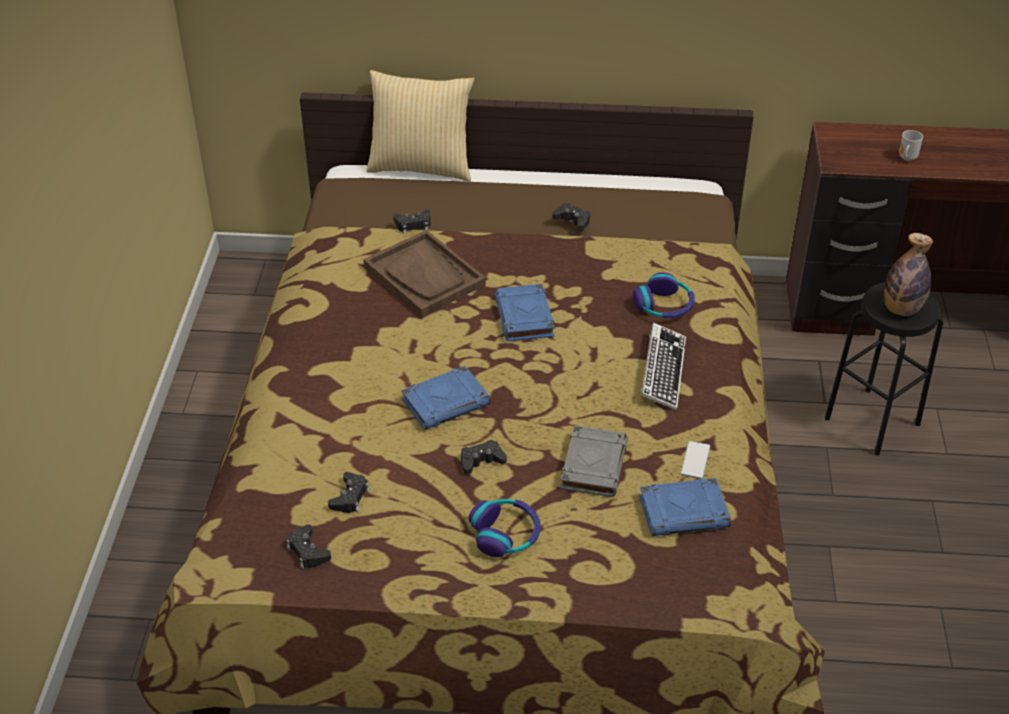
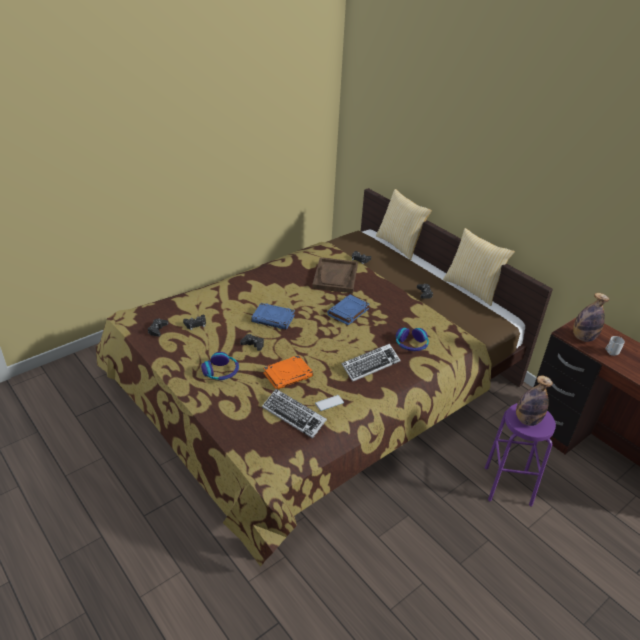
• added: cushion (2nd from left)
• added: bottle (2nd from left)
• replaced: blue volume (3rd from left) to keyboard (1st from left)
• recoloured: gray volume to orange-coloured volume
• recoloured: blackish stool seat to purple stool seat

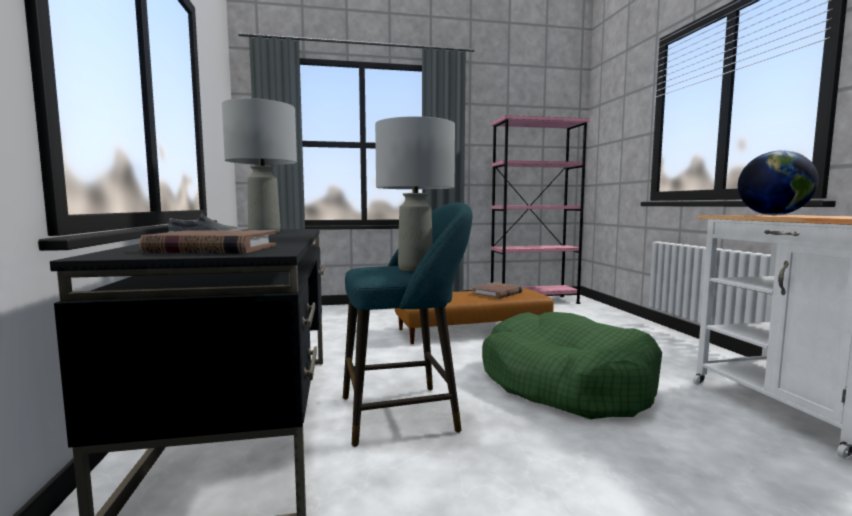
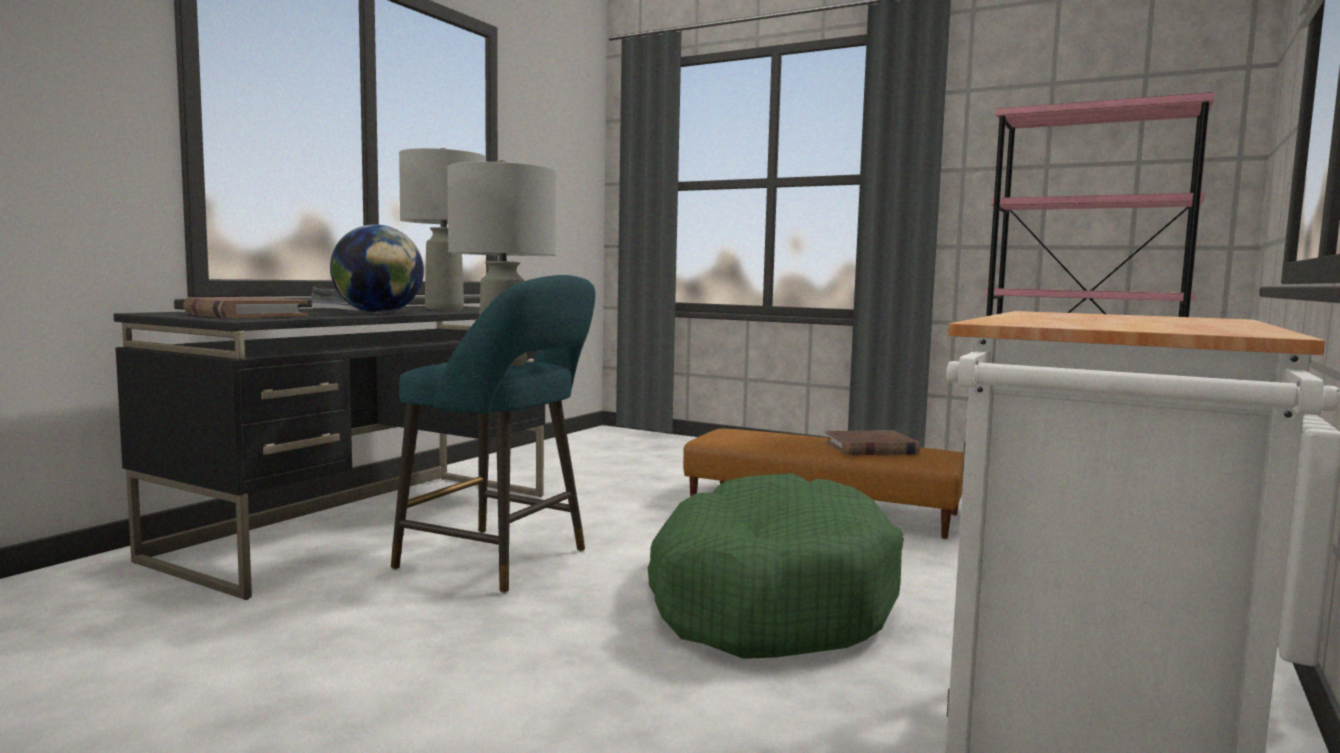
• moved: globe

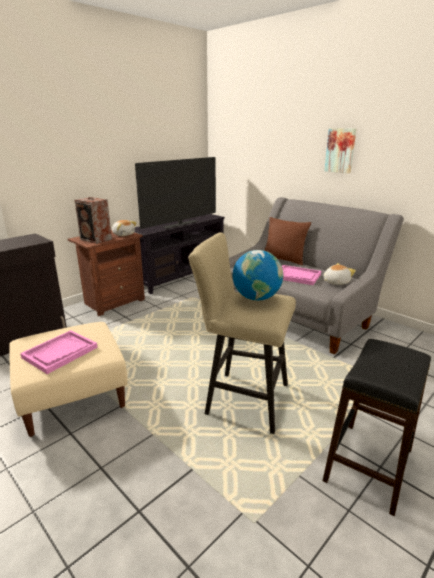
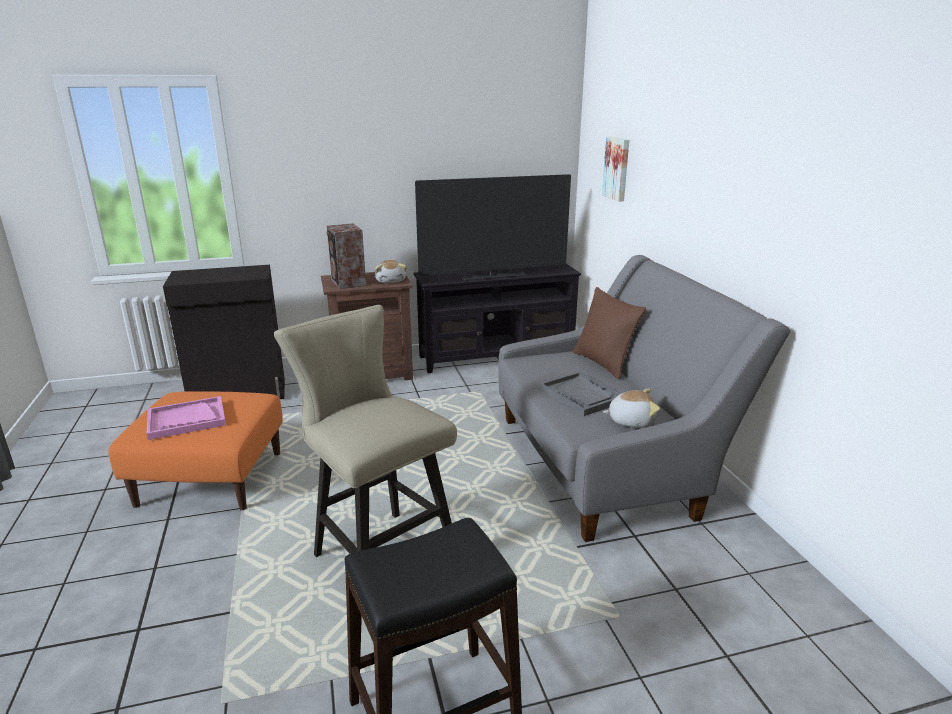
• removed: globe
• moved: wall picture
• recoloured: beige ottoman to orange-coloured ottoman
• recoloured: pinkish serving tray (2nd from left) to gray serving tray

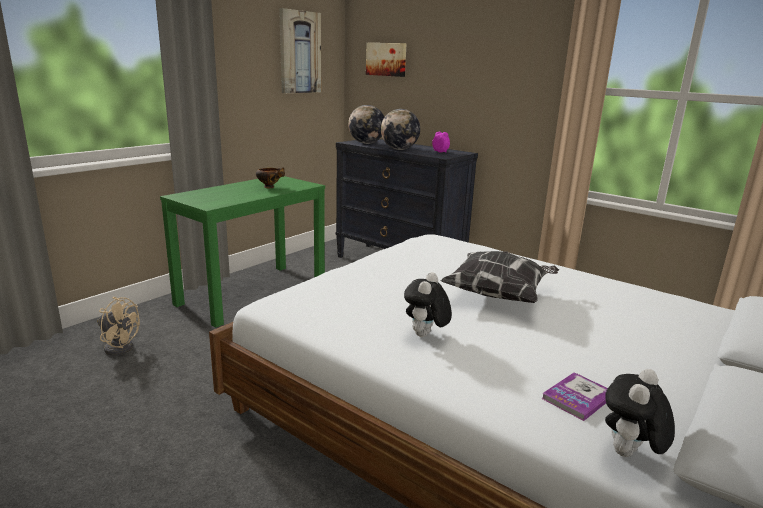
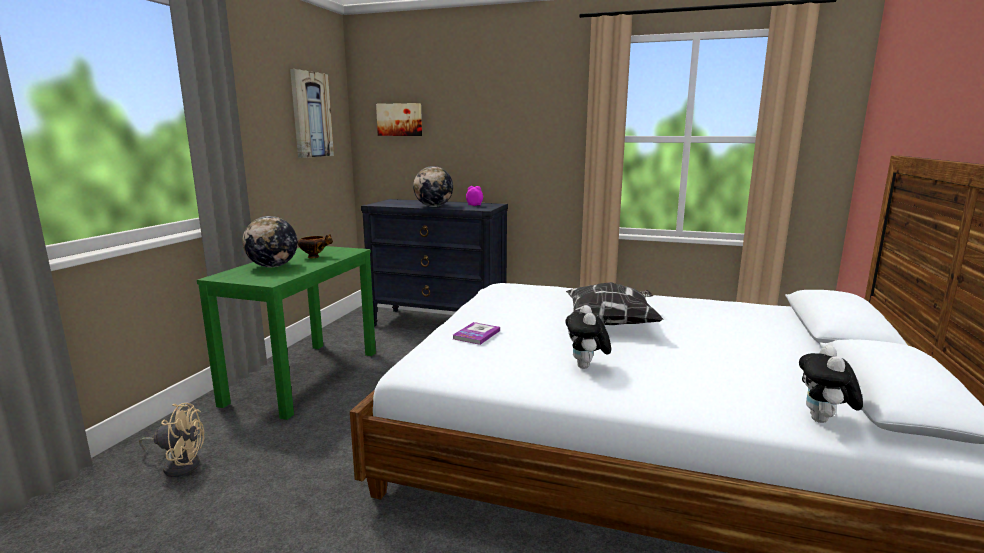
• moved: globe (1st from left)
• moved: volume

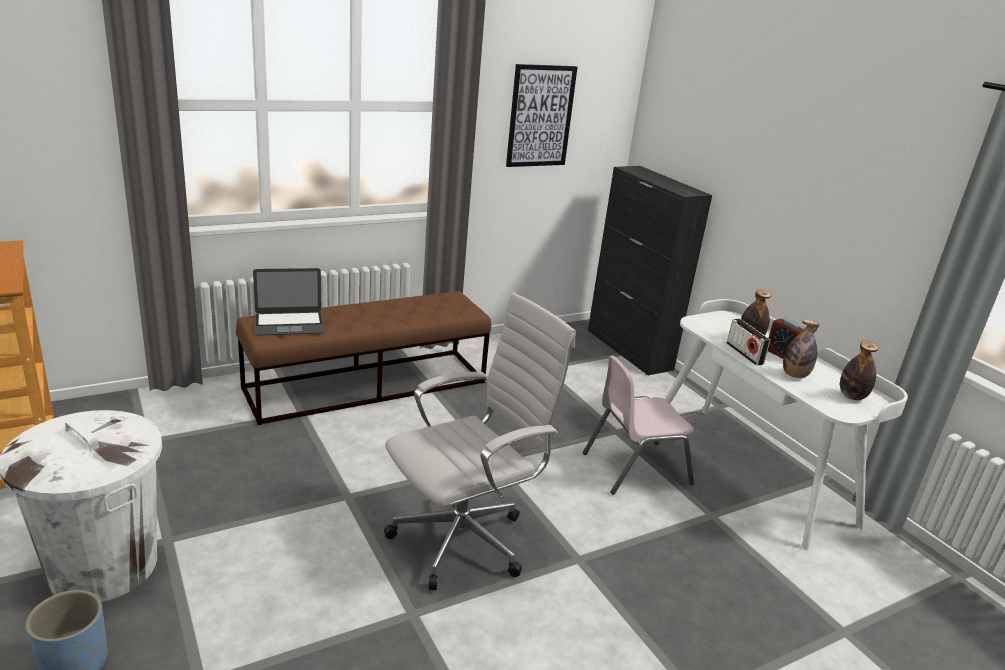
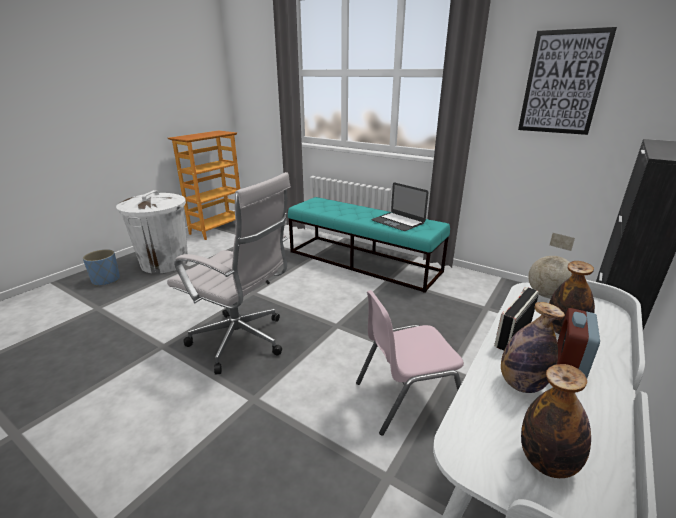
• added: globe
• moved: laptop
• recoloured: brown-coloured bench to turquoise bench
• turned: pinkish chair 60 degrees counterclockwise

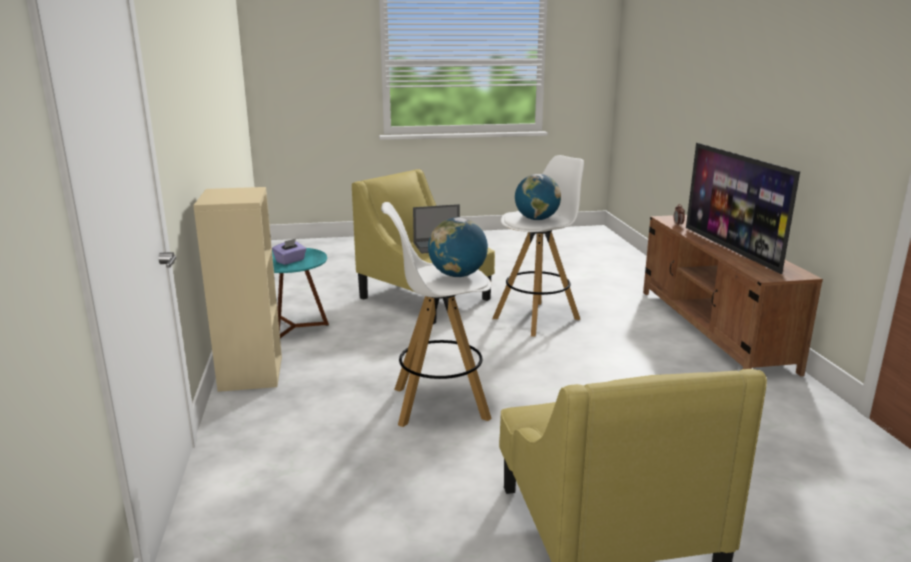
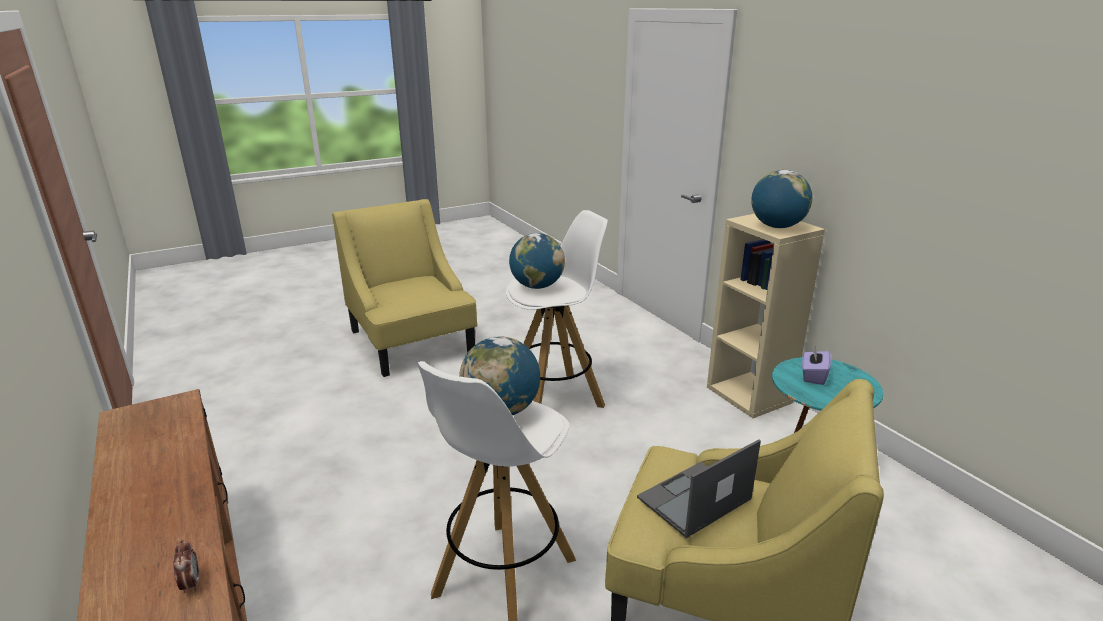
• removed: TV
• added: globe (3rd from left)

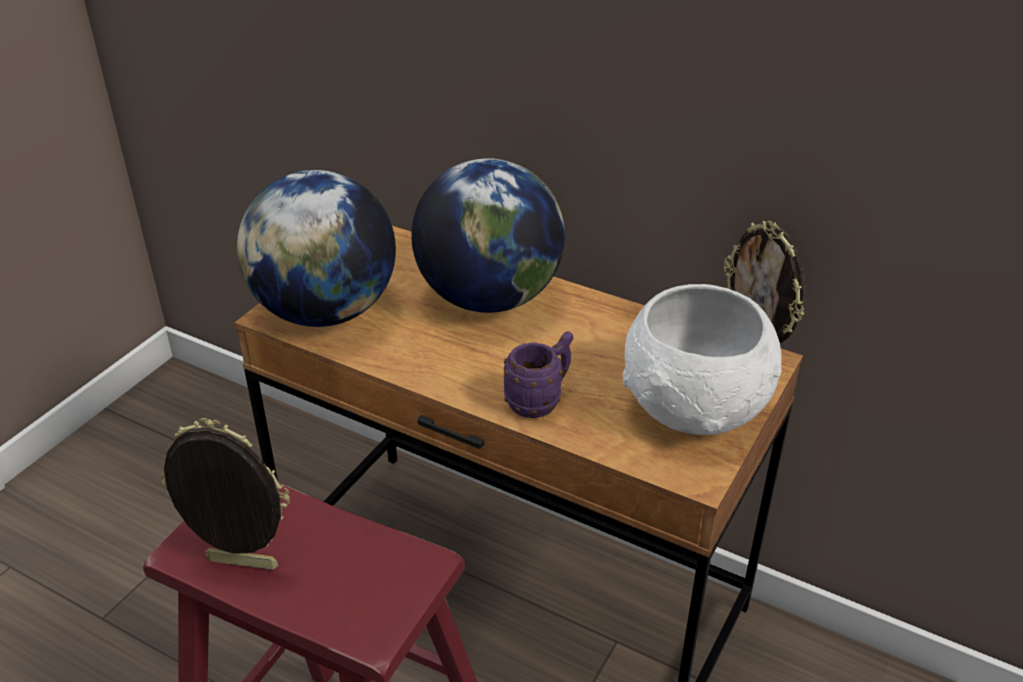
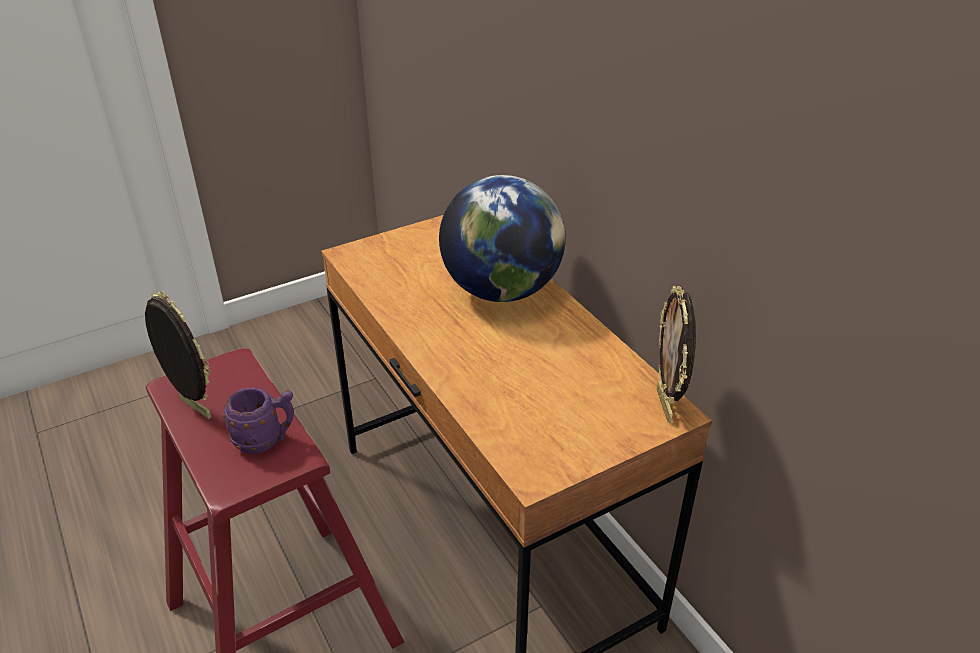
• removed: globe (1st from left)
• removed: whitish serving bowl
• moved: purple tea mug

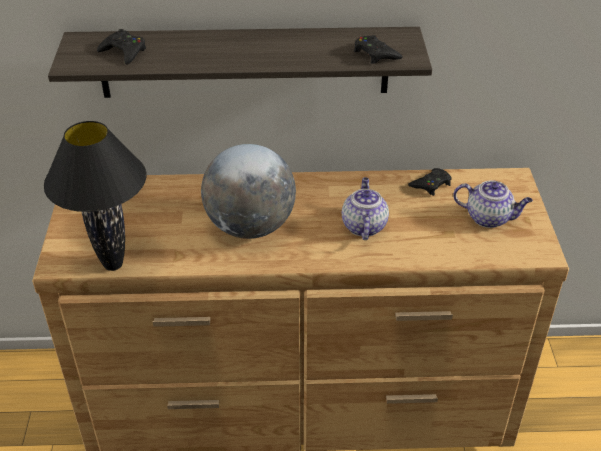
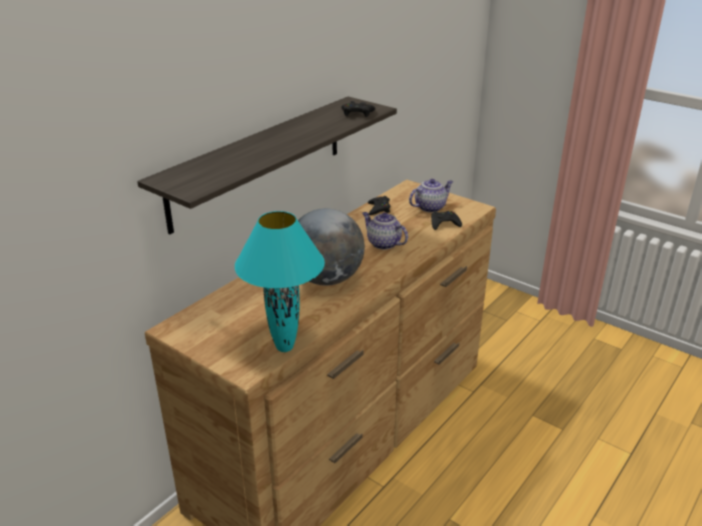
• moved: blackish joypad (1st from left in the first image) to blackish joypad (3rd from left)
• recoloured: blackish table lamp to turquoise table lamp

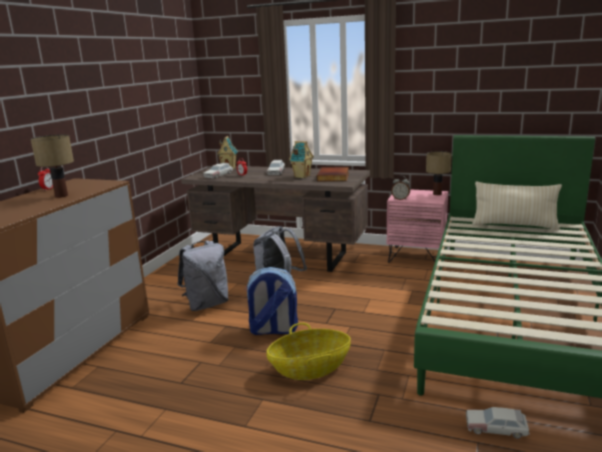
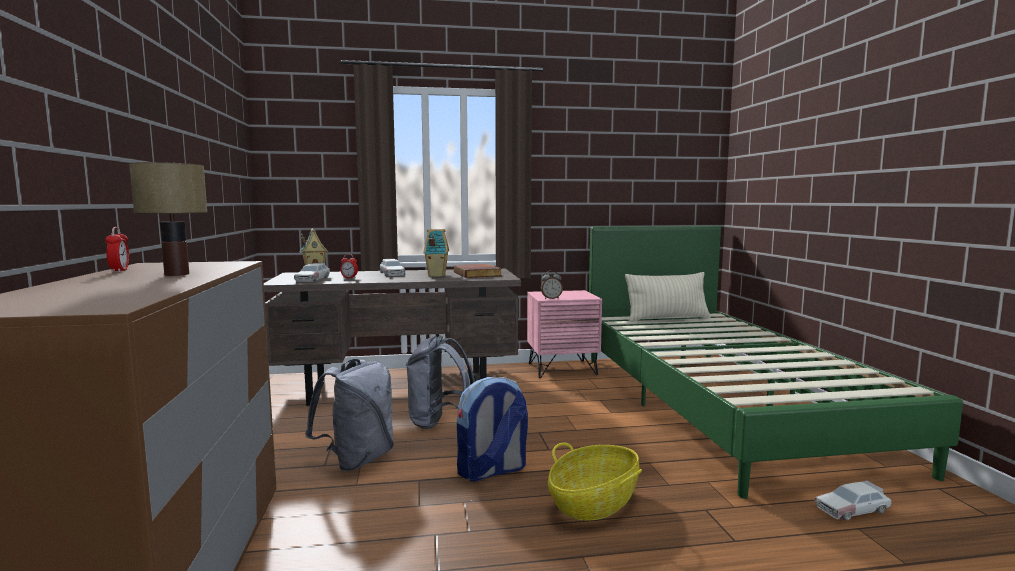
• removed: table lamp (2nd from left)

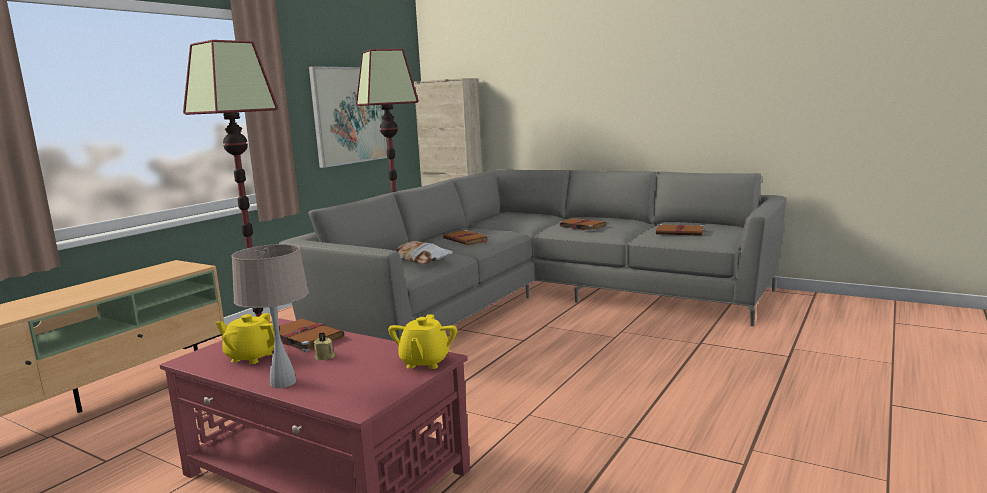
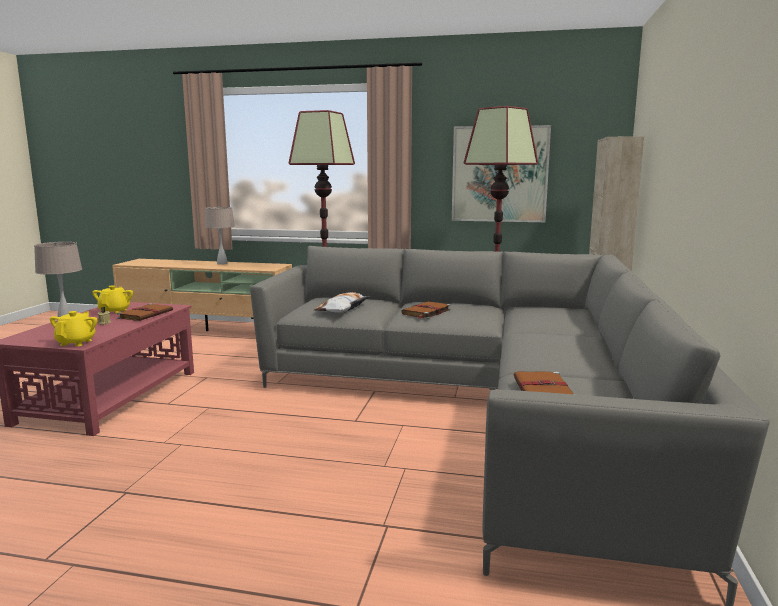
• removed: brown-coloured volume (3rd from left)
• added: beige table lamp (2nd from left)
• turned: yellowish teapot (2nd from left in the first image) 105 degrees clockwise

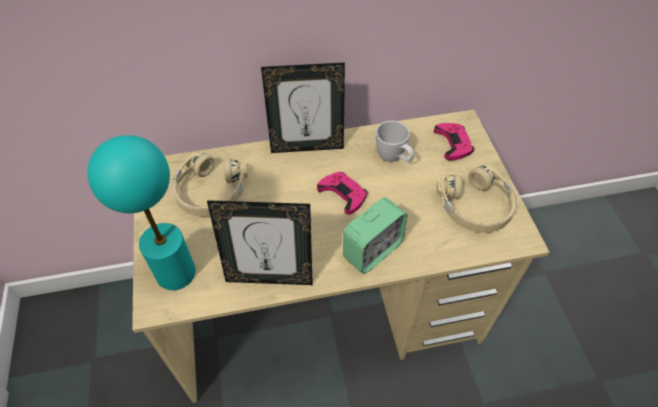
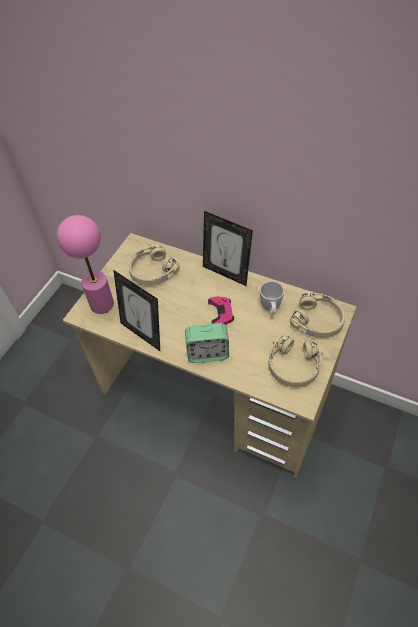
• replaced: pinkish joypad (2nd from left) to beige headset (3rd from left)
• recoloured: turquoise table lamp to pinkish table lamp

